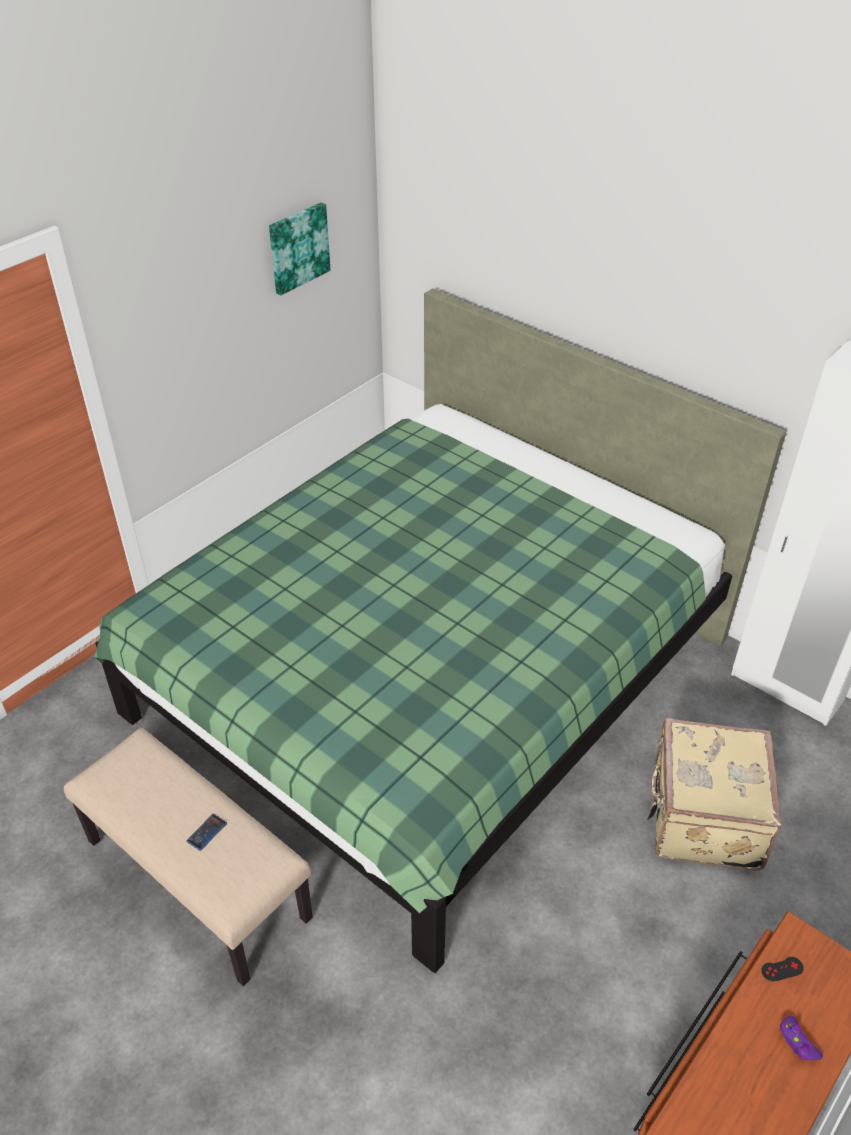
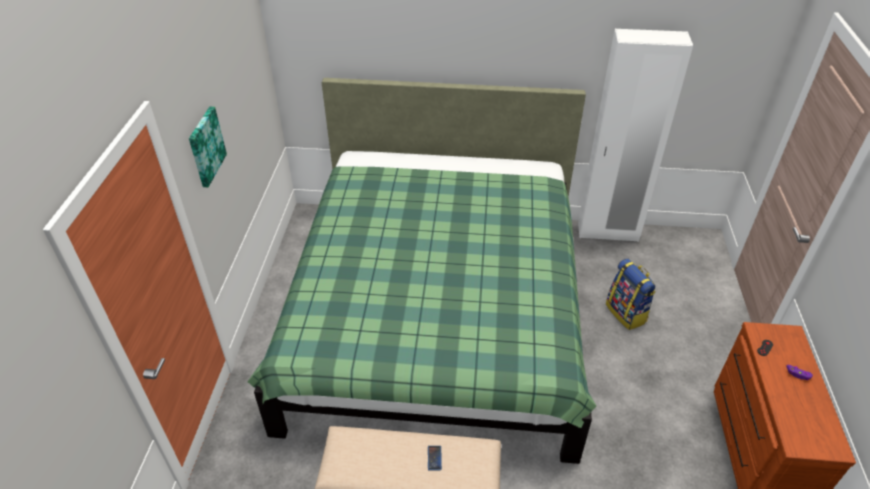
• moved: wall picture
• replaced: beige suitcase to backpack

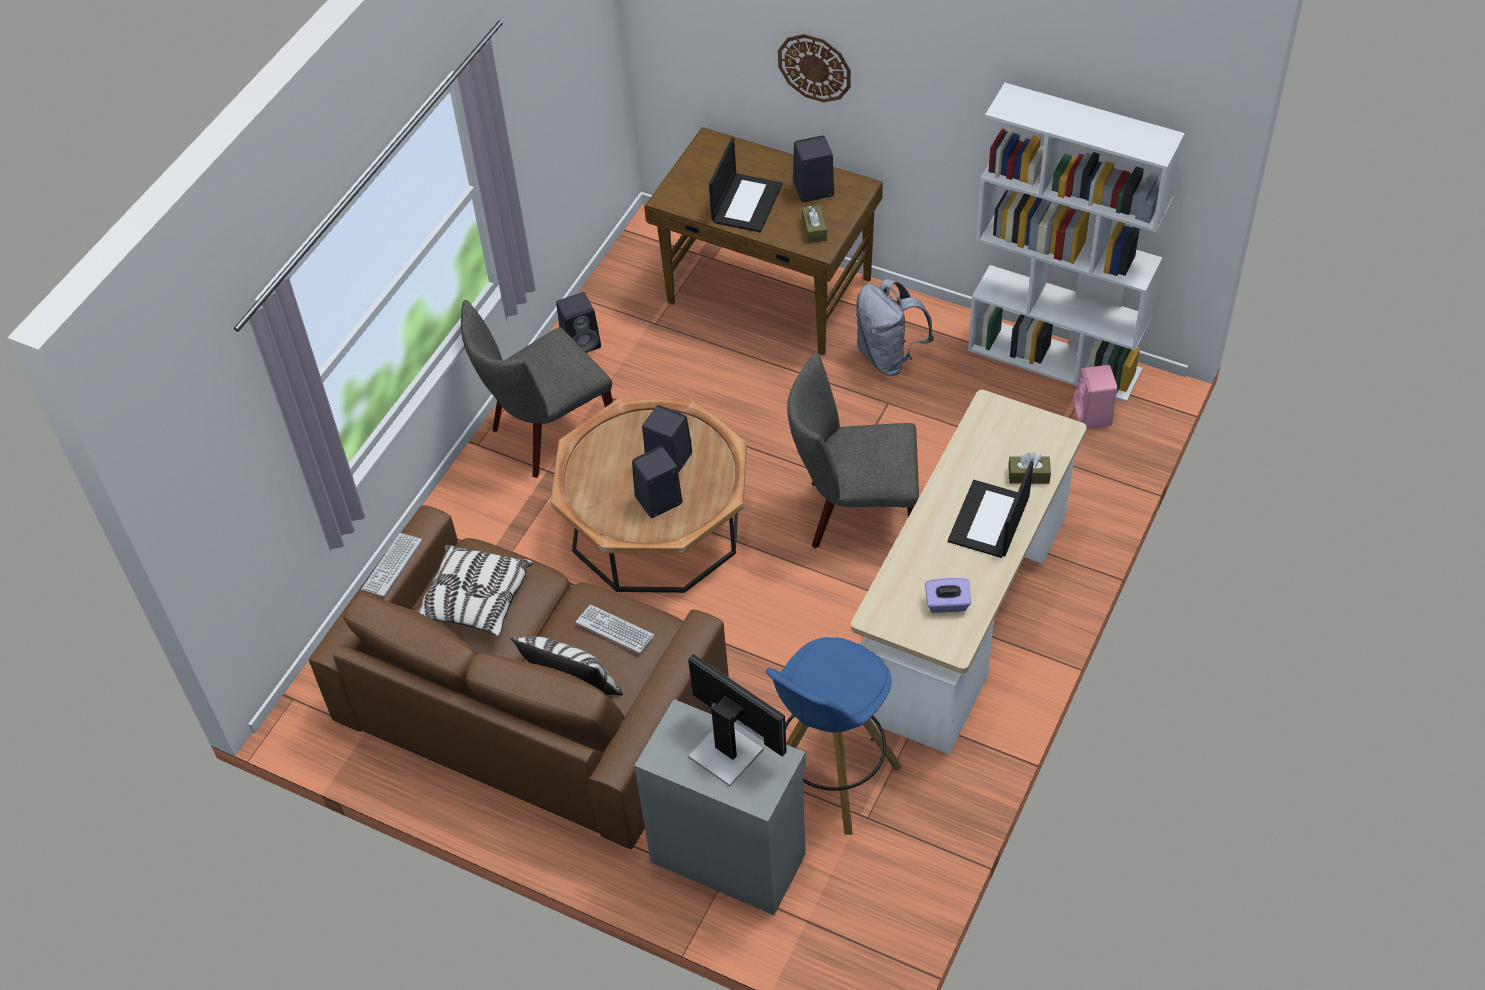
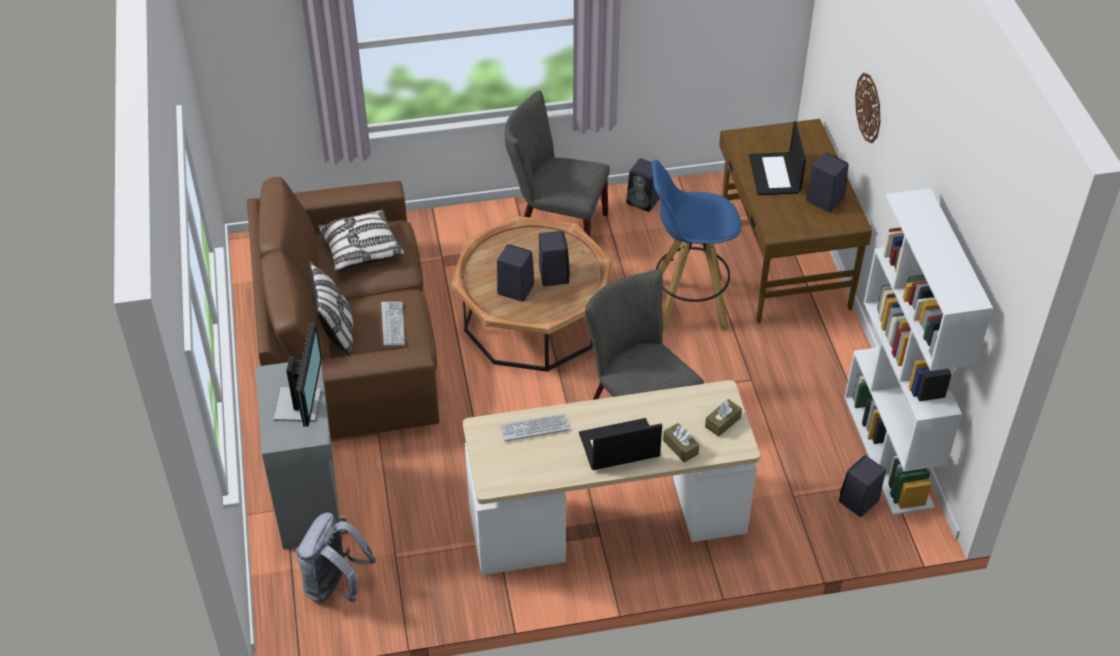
• removed: purple tissue holder
• moved: keyboard (1st from left in the first image) to keyboard (2nd from left)
• moved: blue stool seat
• moved: brown-coloured tissue holder (1st from left in the first image) to brown-coloured tissue holder (2nd from left)
• moved: gray backpack
• recoloured: pinkish speaker to blackish speaker (5th from left)
• turned: laptop (1st from left in the first image) 105 degrees clockwise

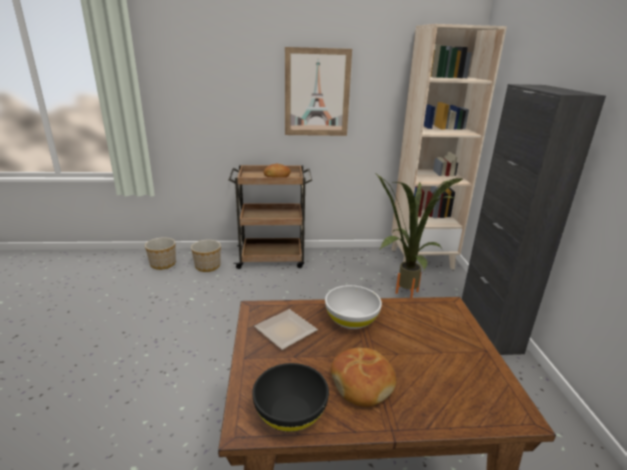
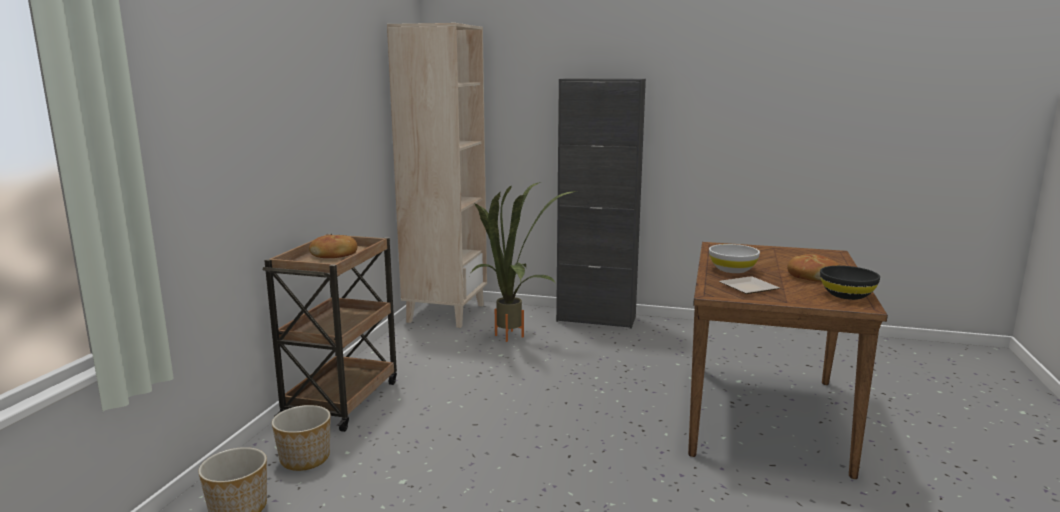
• removed: wall picture

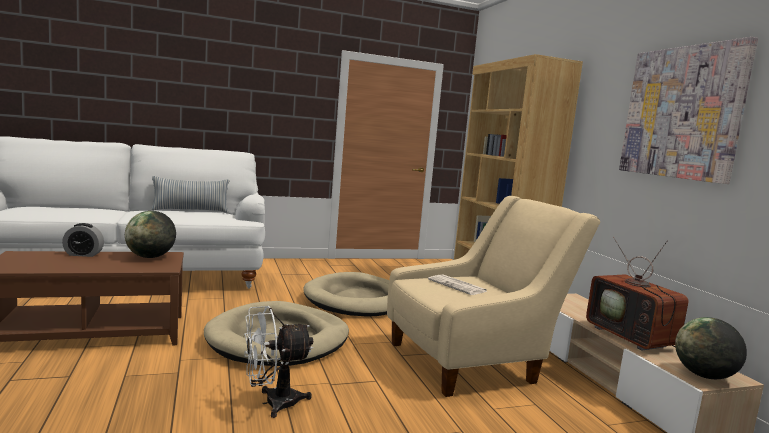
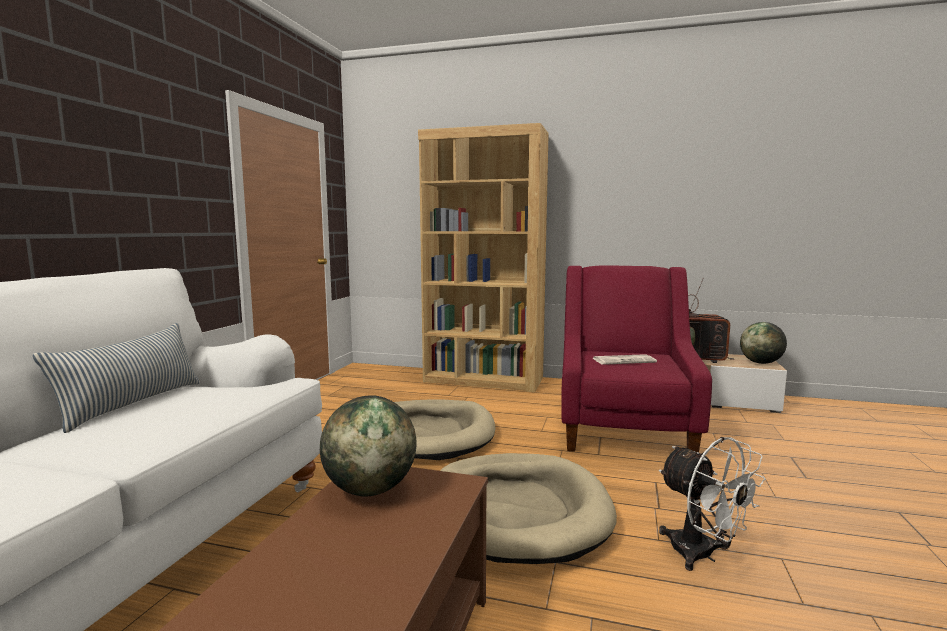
• removed: table clock
• removed: wall picture
• recoloured: beige armchair to red armchair
• turned: whitish electric fan 45 degrees counterclockwise

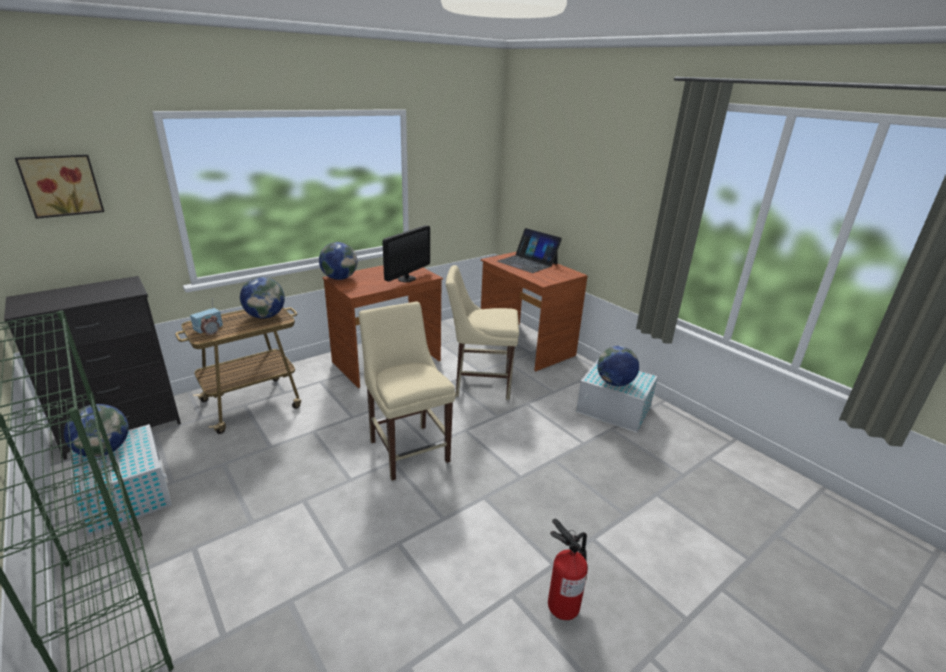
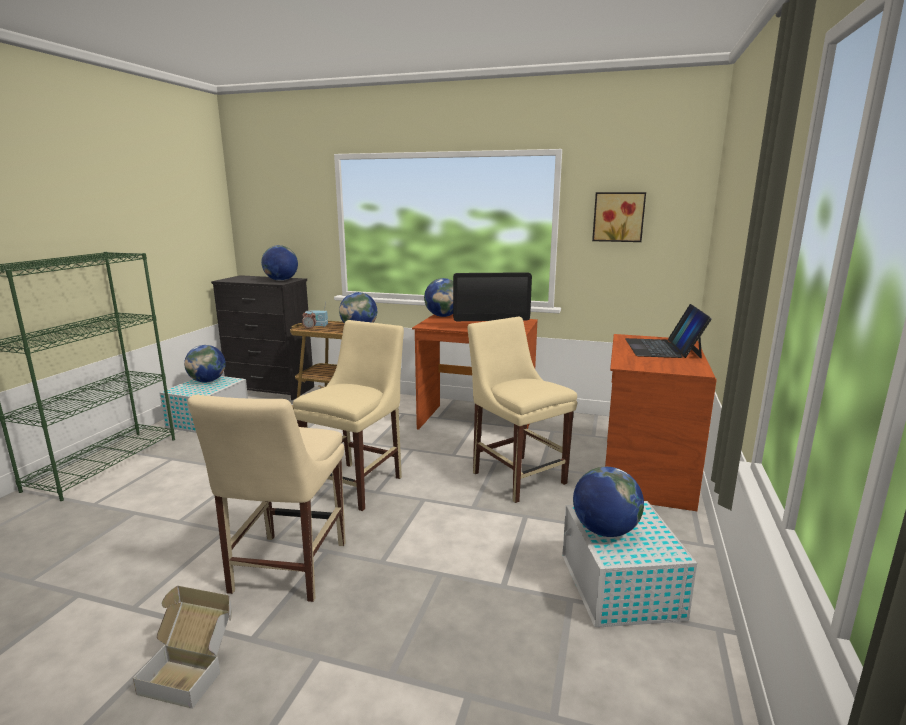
• added: beige chair (1st from left)
• added: globe (2nd from left)
• moved: wall picture
• replaced: fire extinguisher to carton

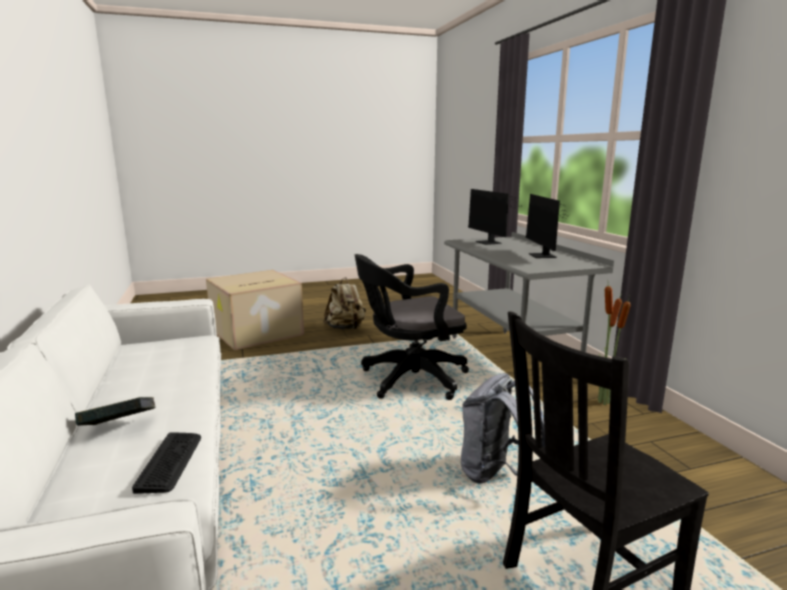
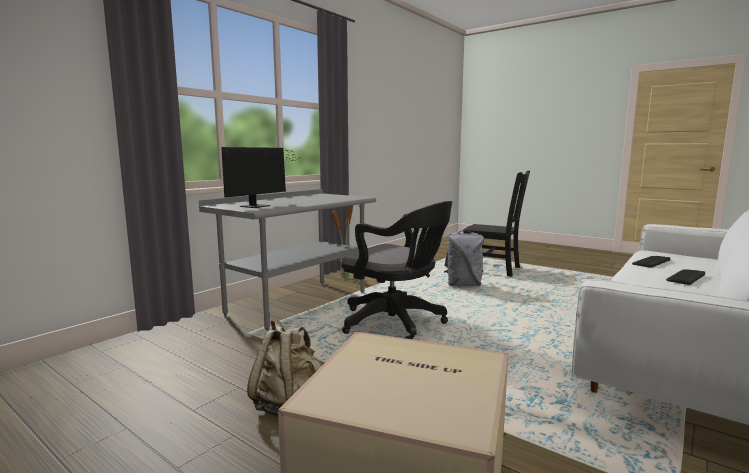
• removed: computer screen (2nd from left)
• replaced: volume to keyboard (2nd from left)

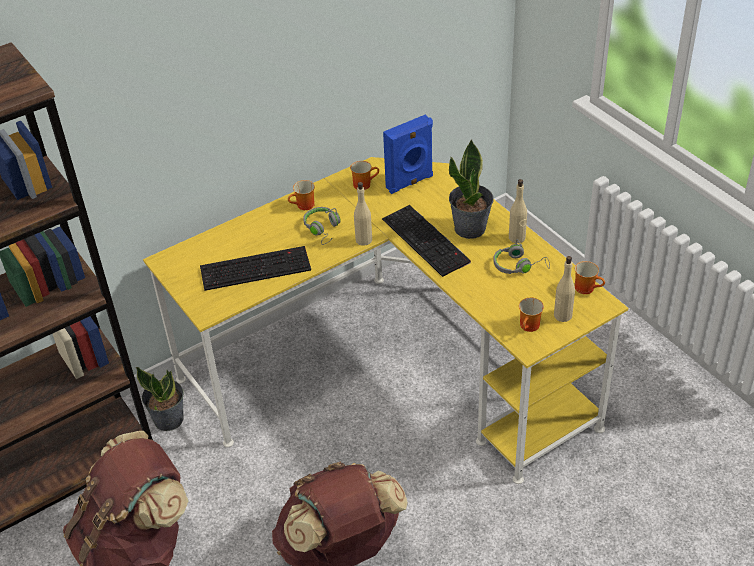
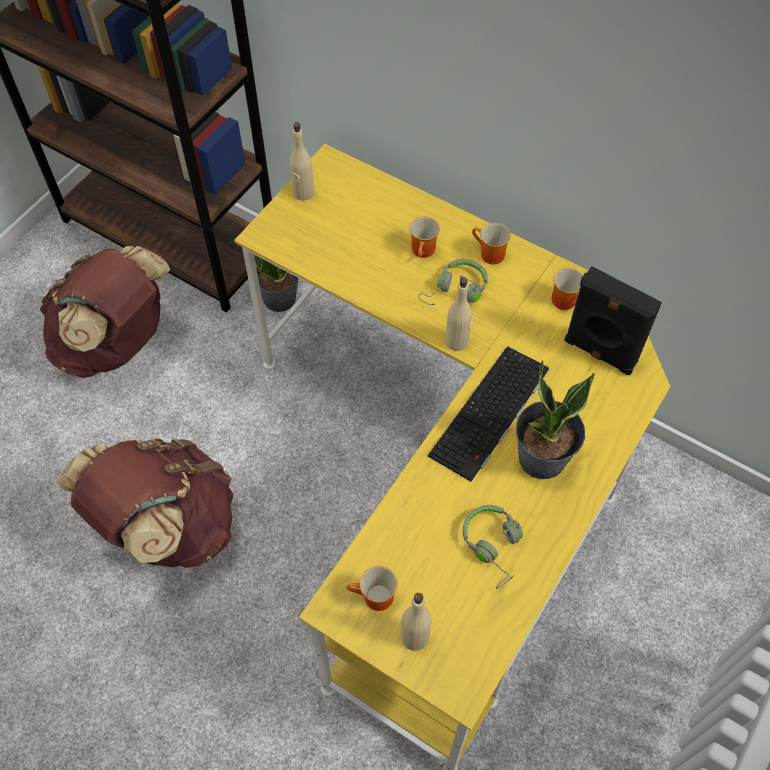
• removed: keyboard (1st from left)
• moved: beige bottle (2nd from left in the first image) to beige bottle (1st from left)
• moved: tea mug (4th from left in the first image) to tea mug (2nd from left)
• recoloured: blue speaker to blackish speaker

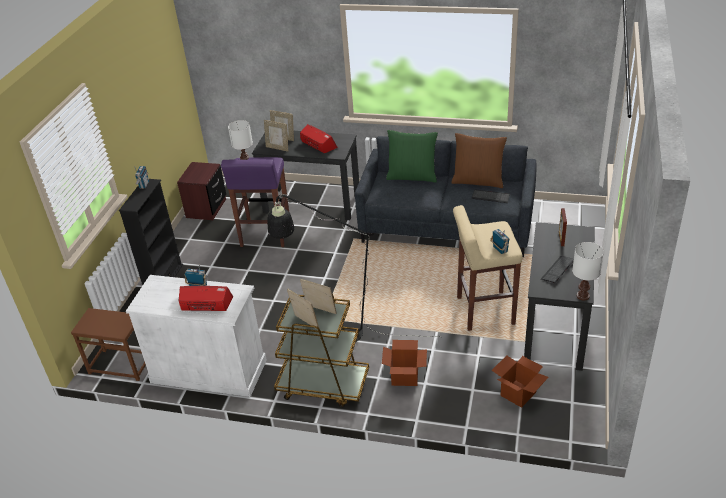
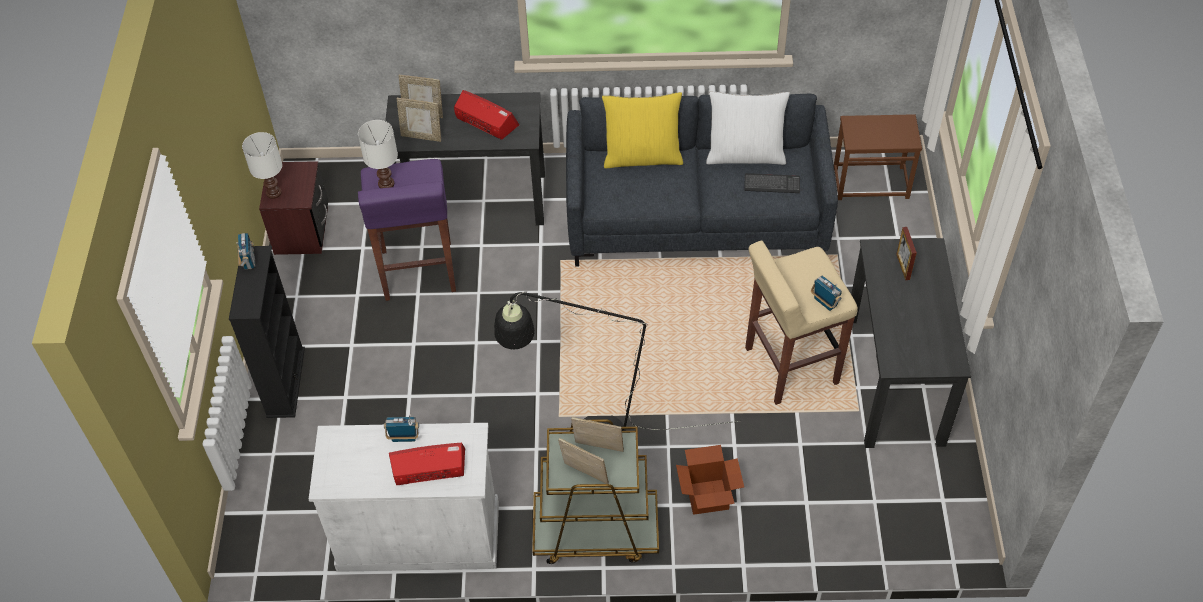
• removed: carton (2nd from left)
• removed: keyboard (2nd from left)
• moved: brown-coloured side table
• moved: whitish table lamp (2nd from left in the first image) to whitish table lamp (1st from left)
• recoloured: green cushion to yellowish cushion
• recoloured: brown-coloured cushion to whitish cushion

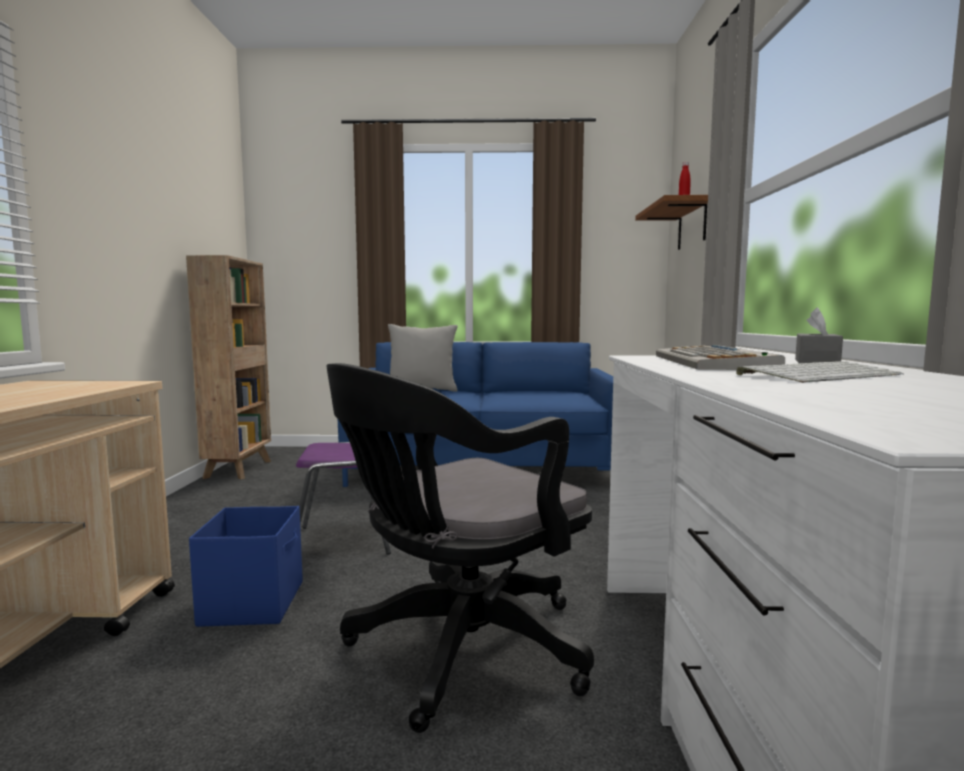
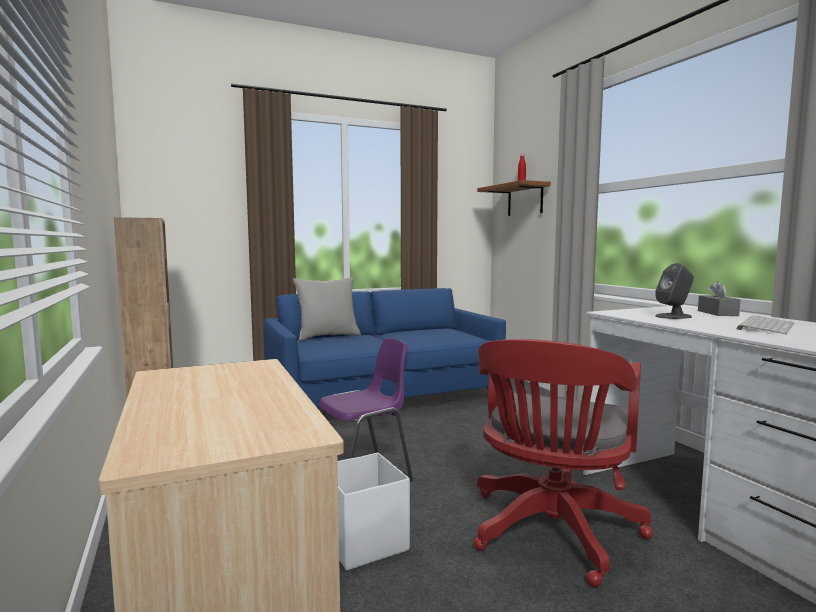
• replaced: keyboard (1st from left) to gray speaker
• recoloured: blue storage container to whitish storage container
• recoloured: blackish computer chair to red computer chair

